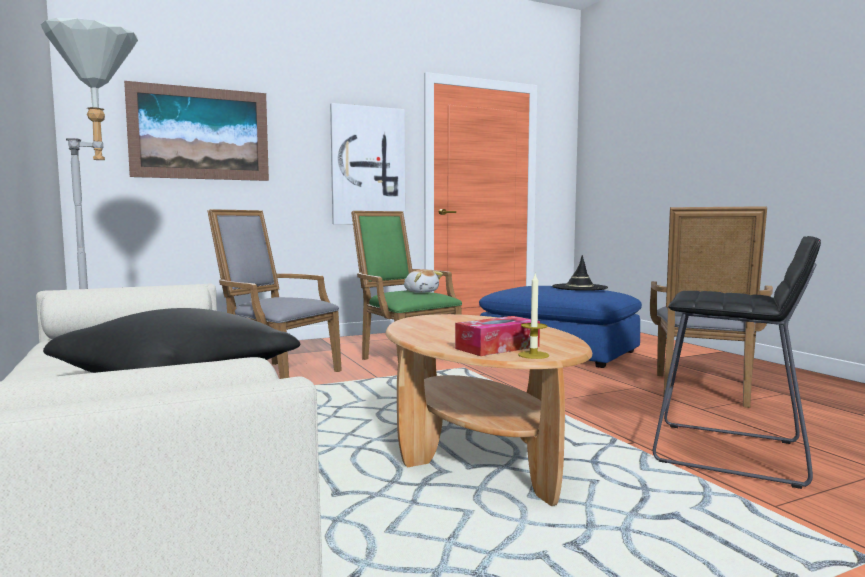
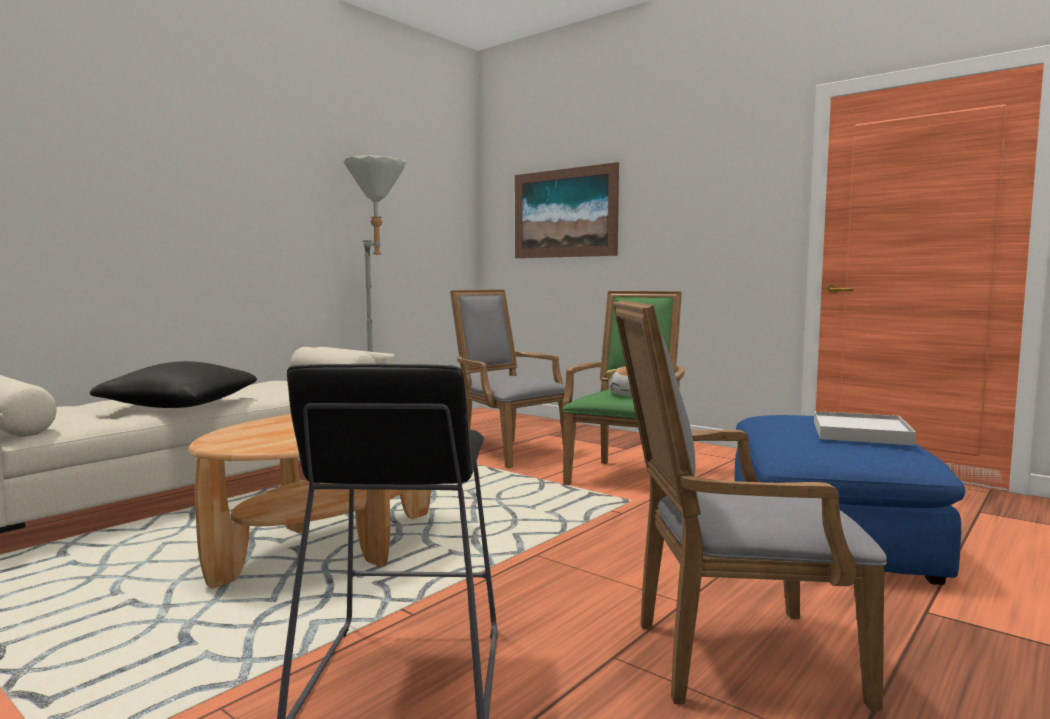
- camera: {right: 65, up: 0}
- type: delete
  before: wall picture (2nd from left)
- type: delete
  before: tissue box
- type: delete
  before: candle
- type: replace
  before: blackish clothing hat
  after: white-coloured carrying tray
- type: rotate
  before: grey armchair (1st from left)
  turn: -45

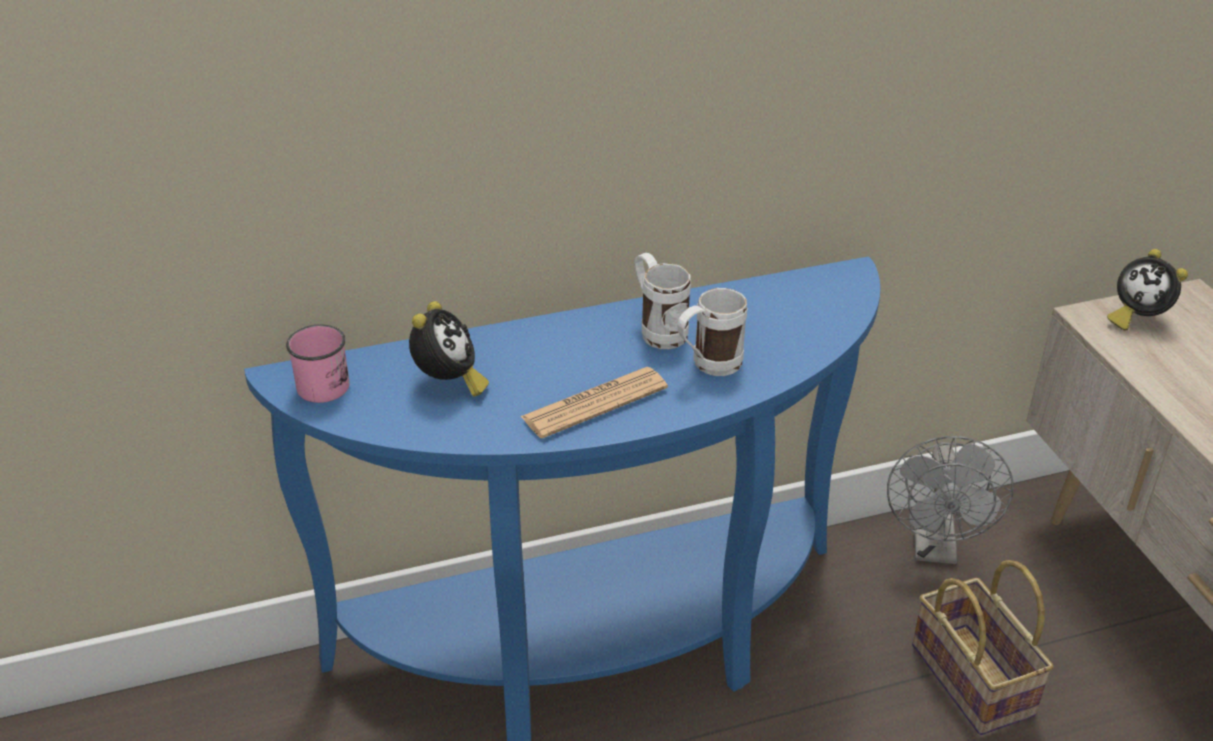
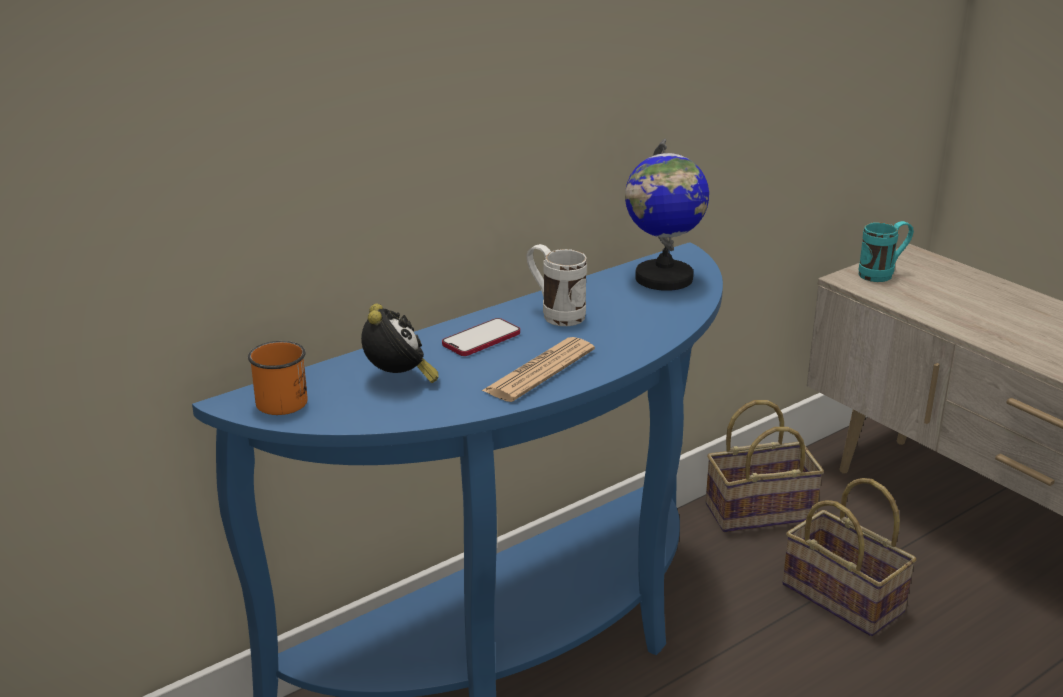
- camera: {right: -20, up: -10}
- type: delete
  before: white-coloured tea mug (2nd from left)
- type: insert
  after: handset
- type: insert
  after: globe
- type: replace
  before: grey fan
  after: basket (1st from left)
- type: replace
  before: table clock (2nd from left)
  after: turquoise-coloured tea mug
- type: recolor
  before: pink-coloured tea mug
  after: orangey tea mug

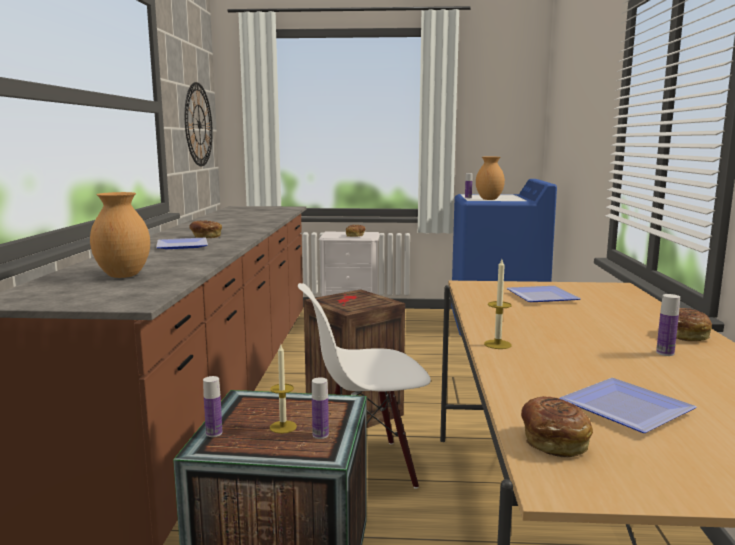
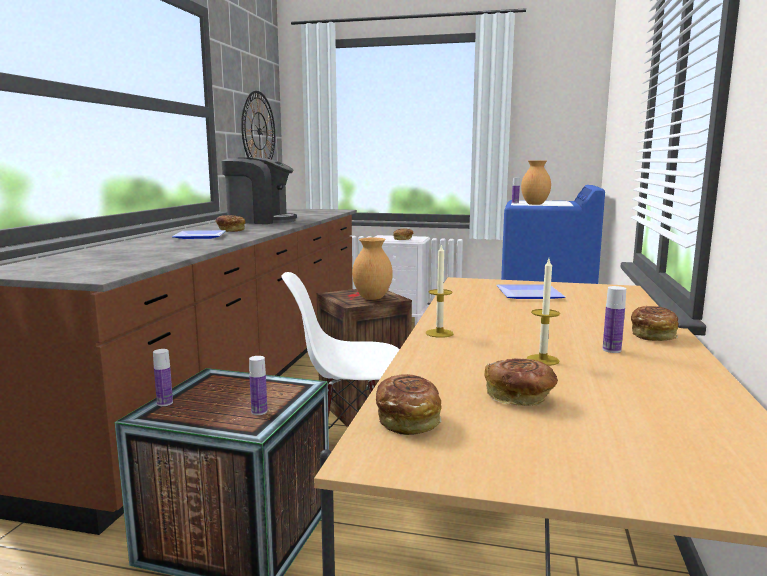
- camera: {right: 10, up: 0}
- type: insert
  after: coffee maker
- type: move
  before: brownish flower vase (1st from left)
- type: move
  before: candle (1st from left in the first image)
  after: candle (2nd from left)
- type: replace
  before: flat dish (3rd from left)
  after: baked bread (4th from left)

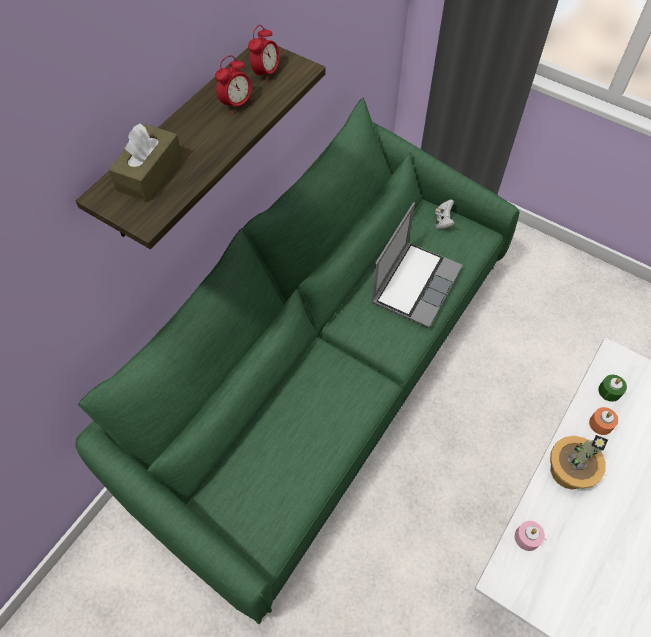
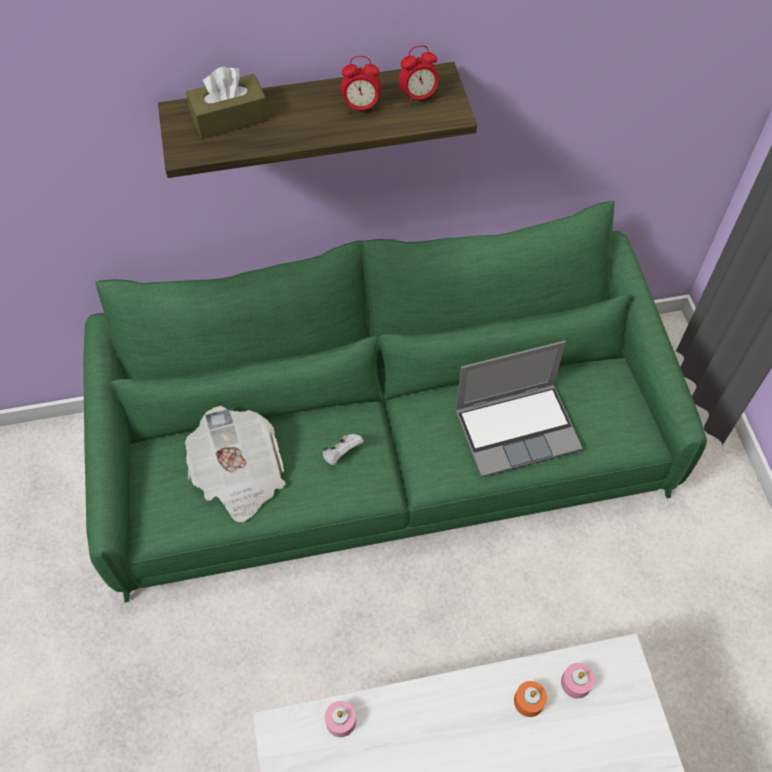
- camera: {right: 45, up: 0}
- type: delete
  before: plant in a pot
- type: insert
  after: newspaper
- type: move
  before: white-coloured game controller
- type: recolor
  before: green-coloured candle
  after: pink-coloured candle (2nd from left)

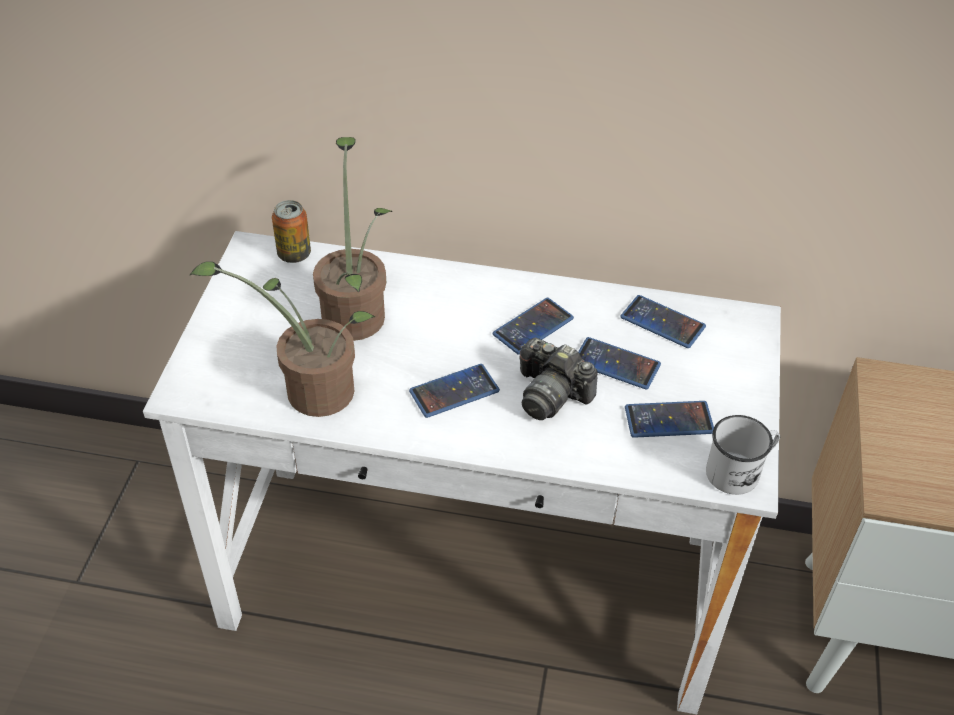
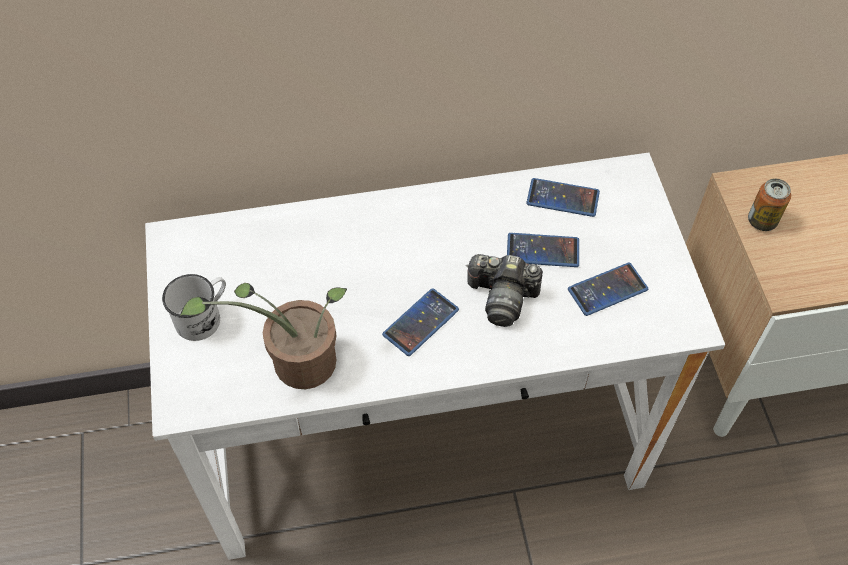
- camera: {right: -20, up: 10}
- type: delete
  before: plant in a pot (2nd from left)
- type: delete
  before: handset (2nd from left)
- type: move
  before: sealed can
- type: move
  before: white-coloured tea mug

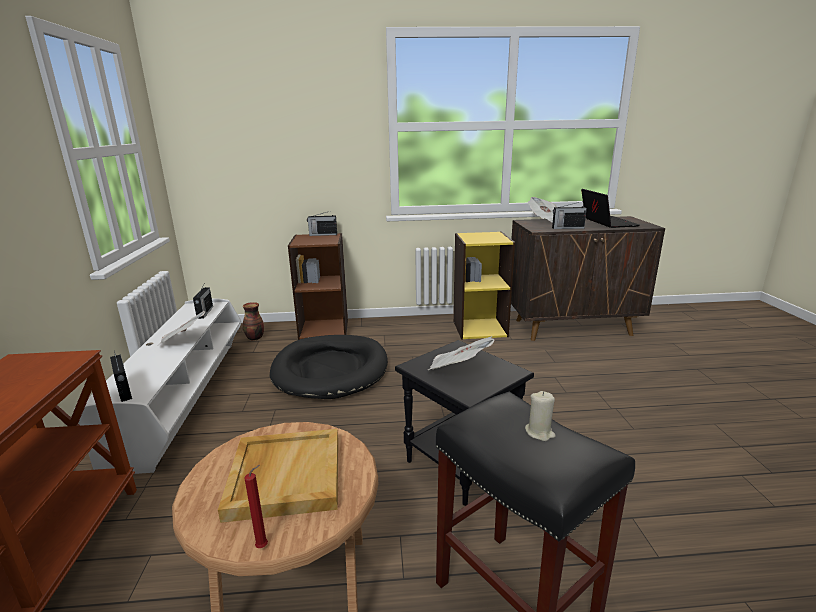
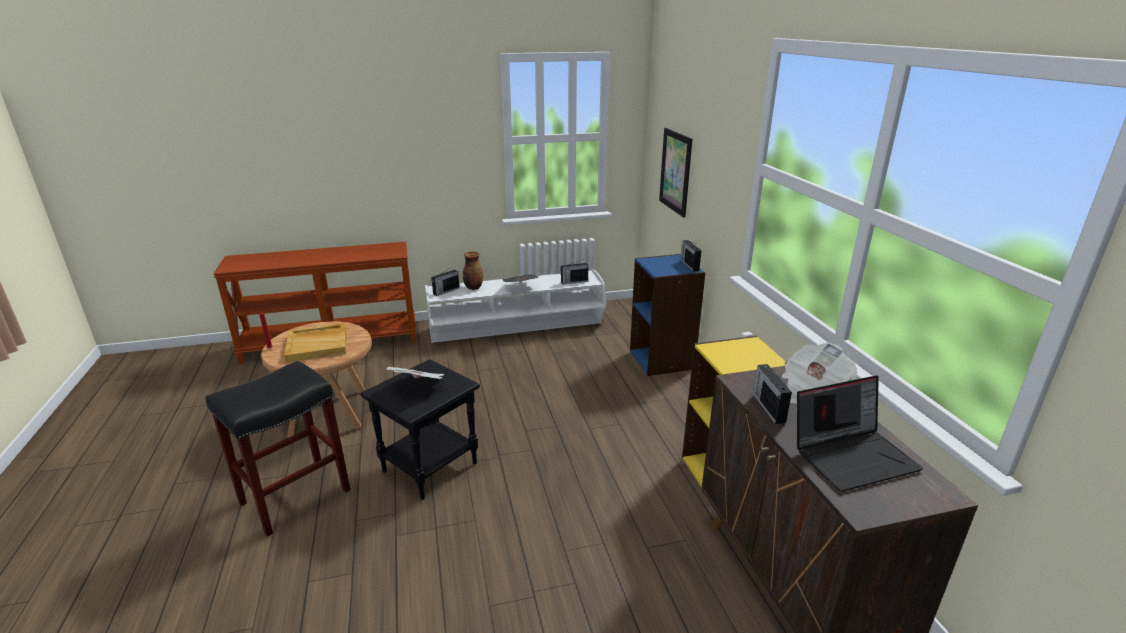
- camera: {right: 80, up: 5}
- type: delete
  before: blackish pet bed
- type: delete
  before: sand-coloured candle
- type: insert
  after: wall picture
- type: move
  before: flower vase
- type: recolor
  before: brownish shelving unit
  after: bluish shelving unit

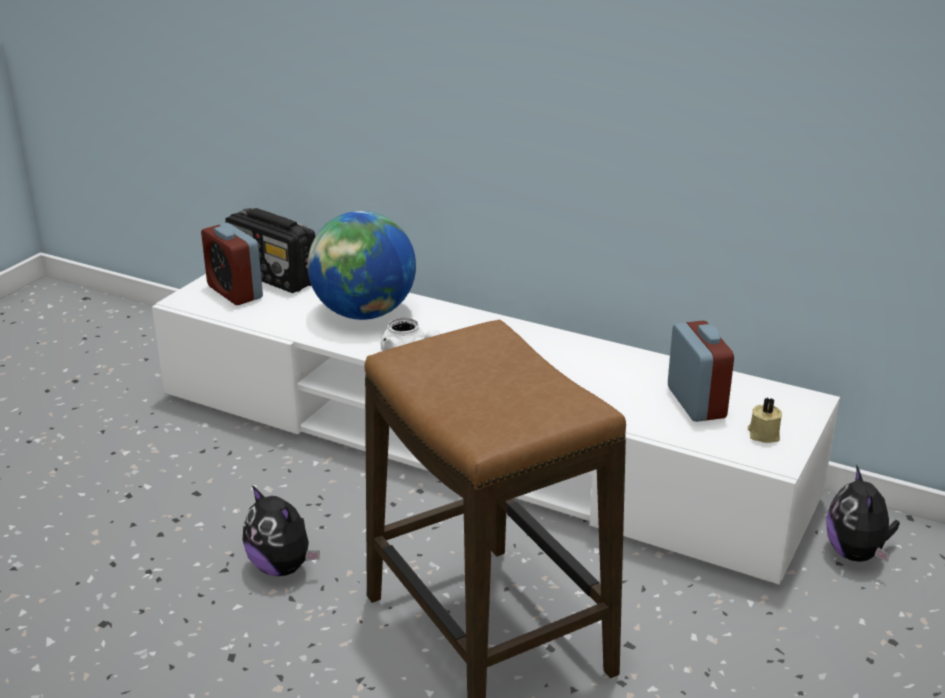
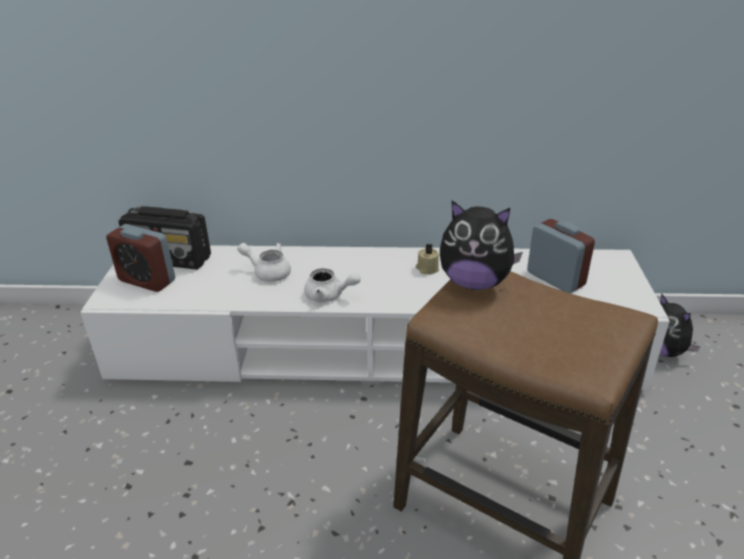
- camera: {right: -25, up: 5}
- type: move
  before: soft toy (1st from left)
- type: move
  before: sand-coloured candle
- type: replace
  before: globe
  after: white-coloured pot for tea (1st from left)

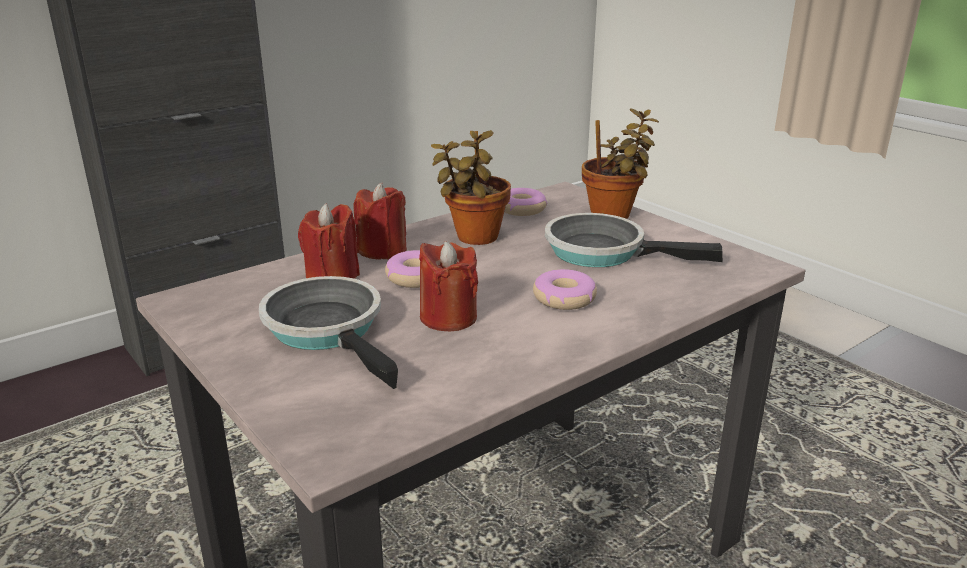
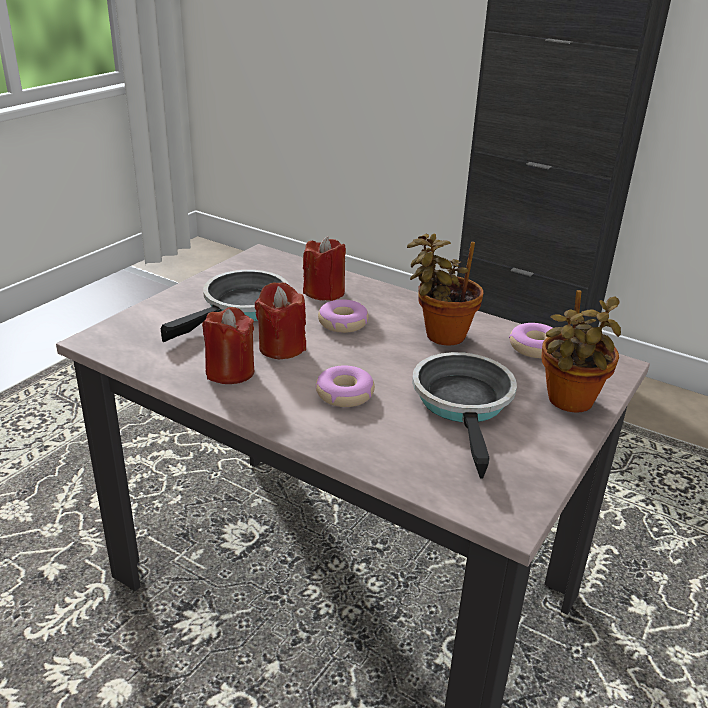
- camera: {right: 70, up: 5}
- type: move
  before: reddish candle (2nd from left in the first image)
  after: reddish candle (1st from left)

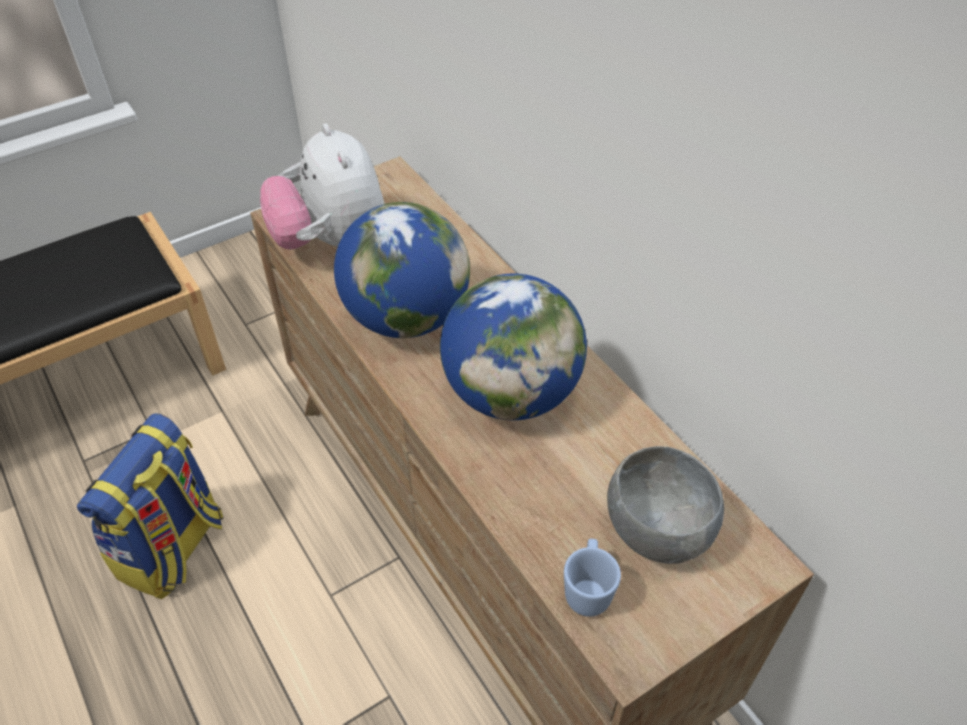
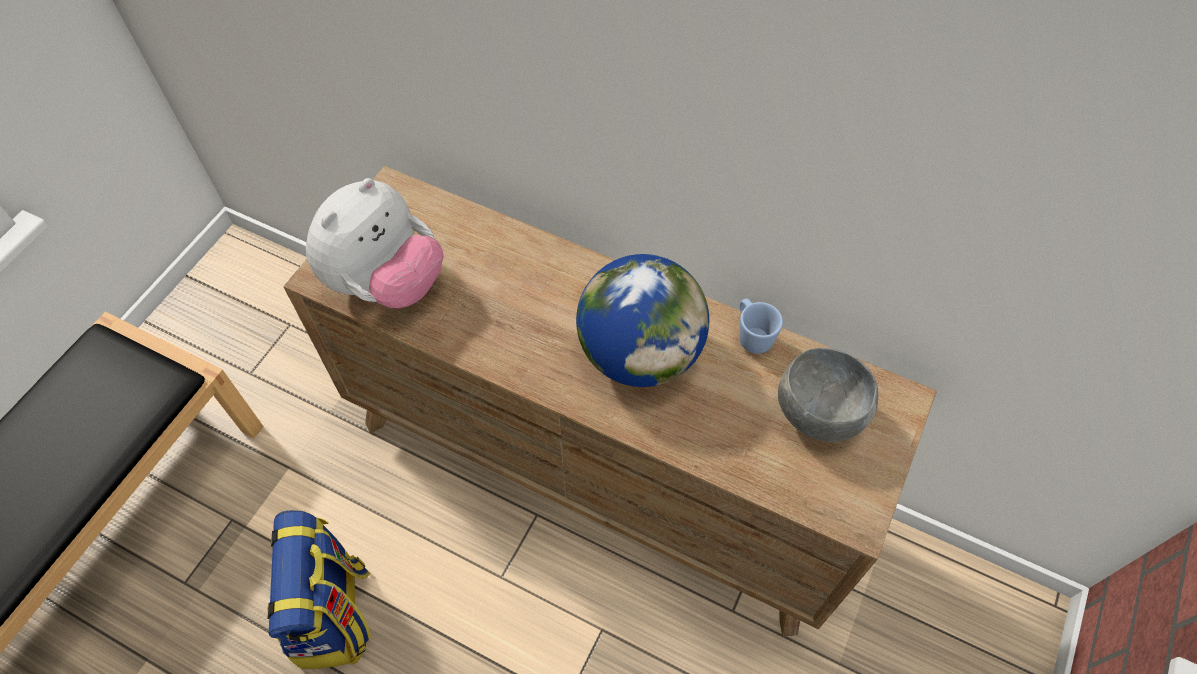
- camera: {right: -30, up: 10}
- type: delete
  before: globe (1st from left)
- type: move
  before: bluish tea mug
- type: rotate
  before: soft toy
  turn: -90

